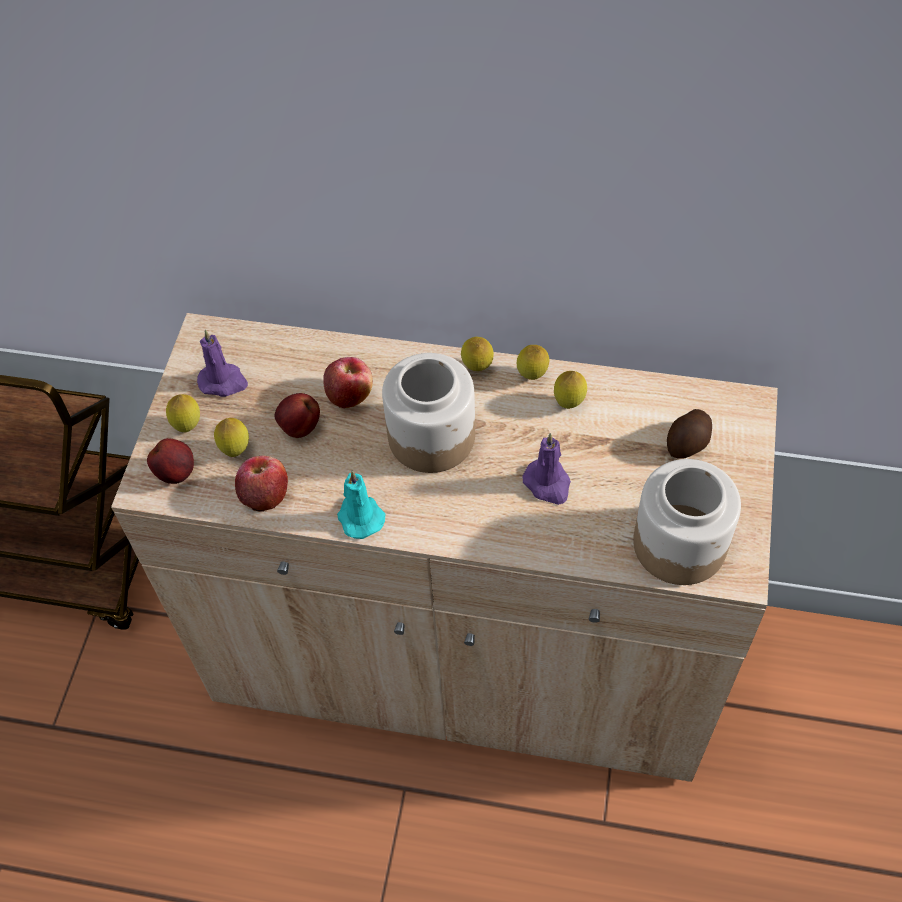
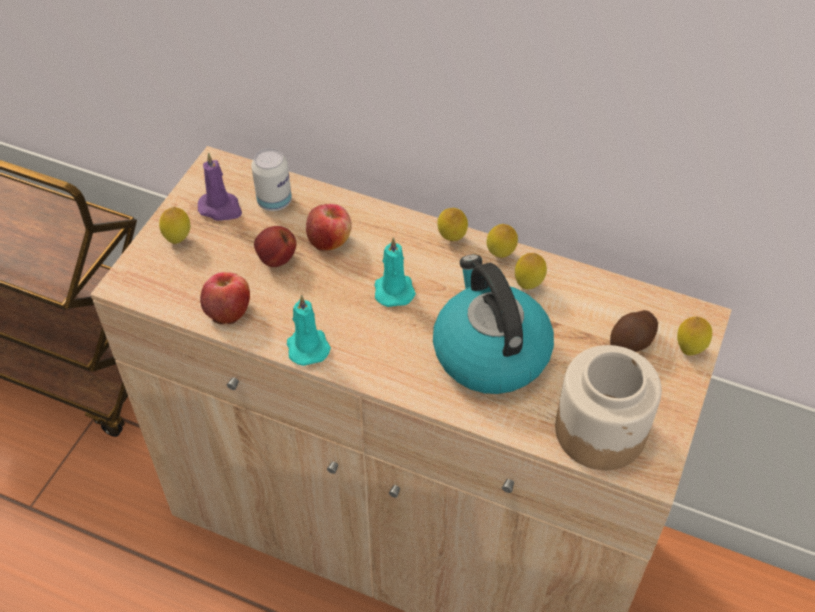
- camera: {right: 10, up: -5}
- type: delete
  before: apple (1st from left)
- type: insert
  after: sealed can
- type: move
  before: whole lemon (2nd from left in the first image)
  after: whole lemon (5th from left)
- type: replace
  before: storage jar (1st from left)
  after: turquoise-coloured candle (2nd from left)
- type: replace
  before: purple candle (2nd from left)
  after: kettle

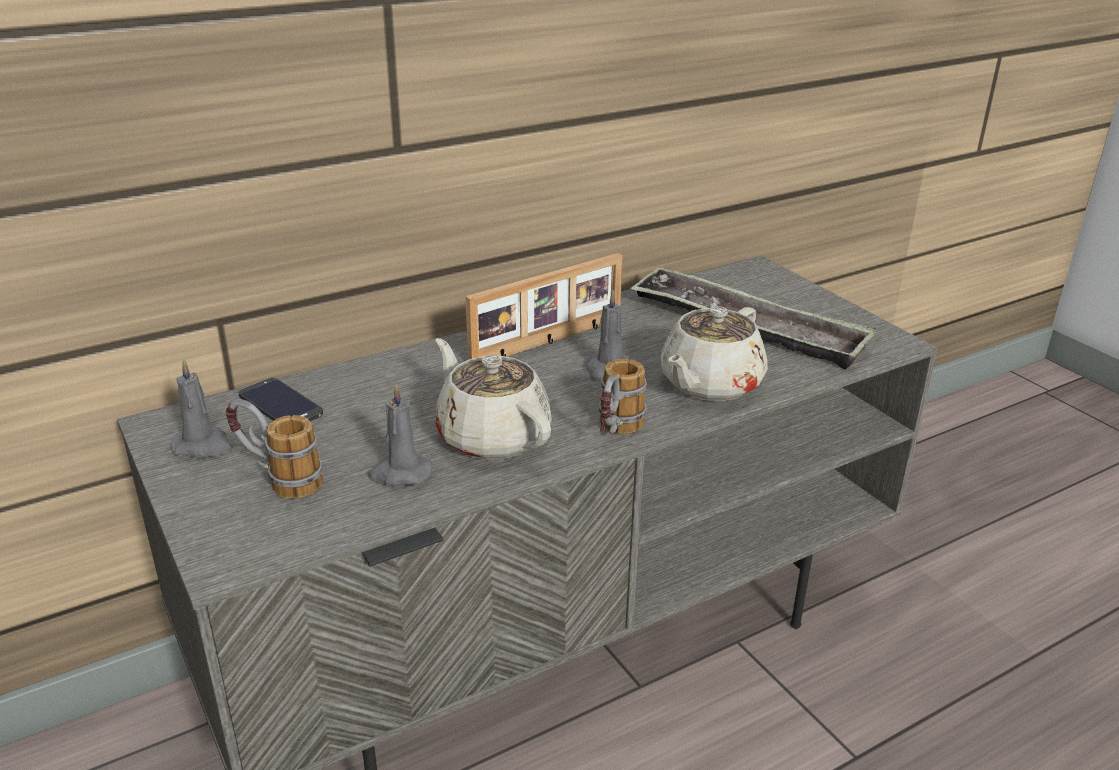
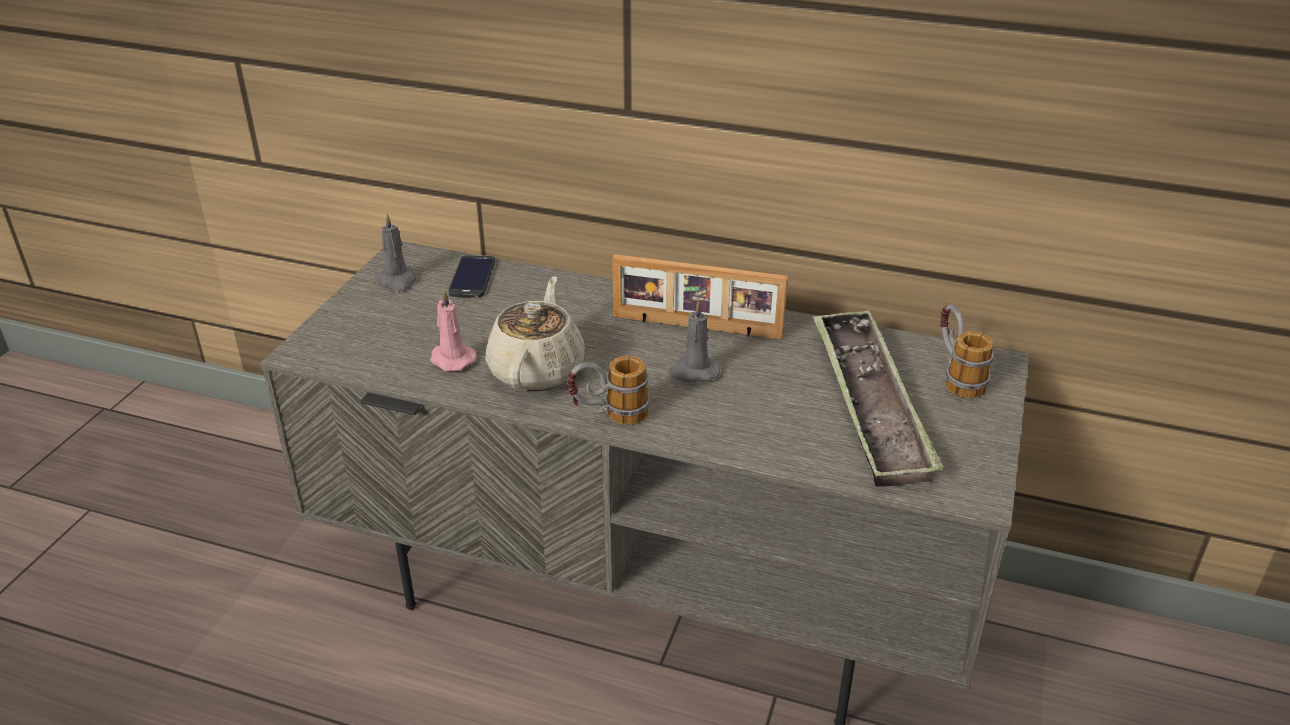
- camera: {right: 50, up: 5}
- type: delete
  before: sand-coloured pot for tea (2nd from left)
- type: move
  before: tea mug (1st from left in the first image)
  after: tea mug (2nd from left)
- type: recolor
  before: grey candle (2nd from left)
  after: pink-coloured candle

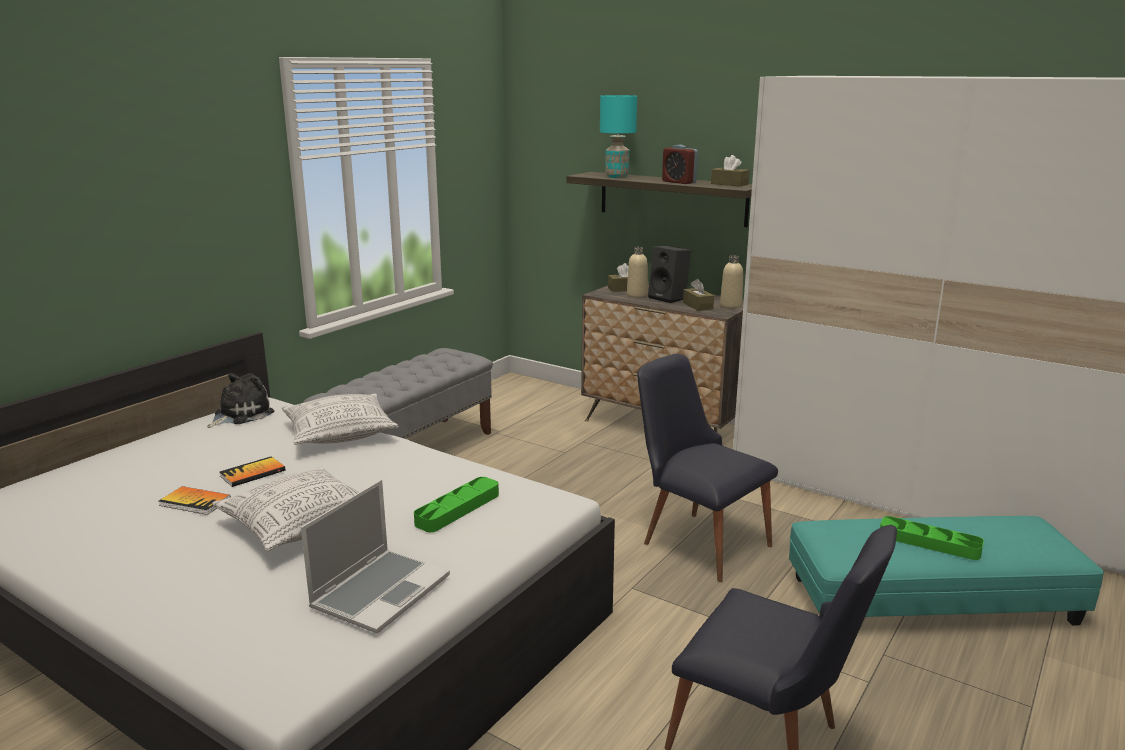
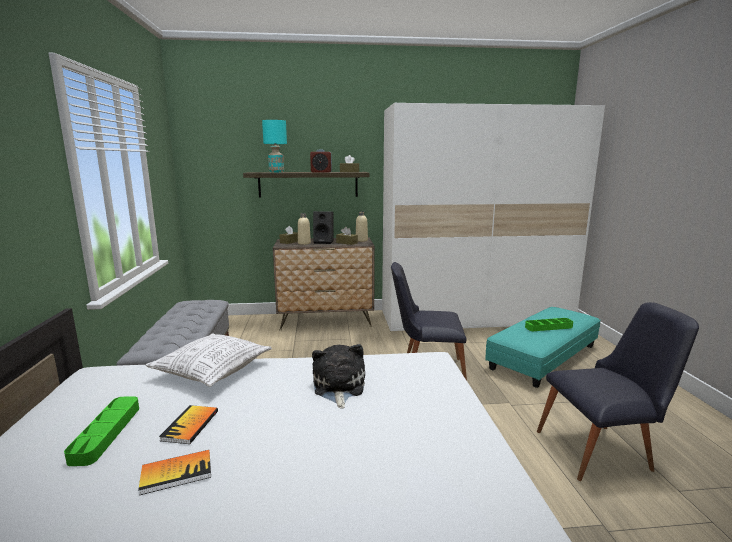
- camera: {right: -40, up: -5}
- type: delete
  before: cushion (1st from left)
- type: delete
  before: laptop
- type: move
  before: soft toy
- type: move
  before: green-coloured carrying tray (1st from left)

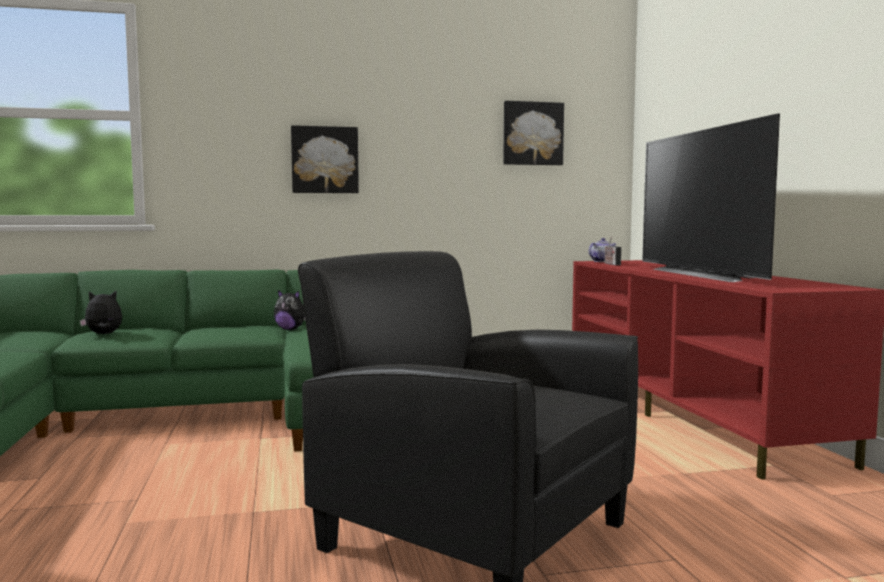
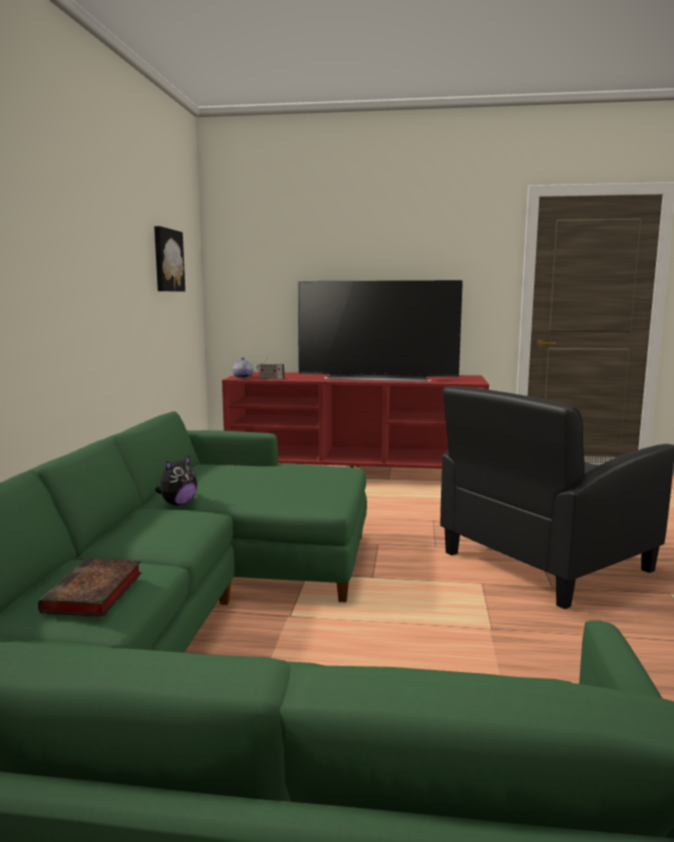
- camera: {right: -70, up: 5}
- type: delete
  before: wall picture (1st from left)
- type: replace
  before: soft toy (1st from left)
  after: book

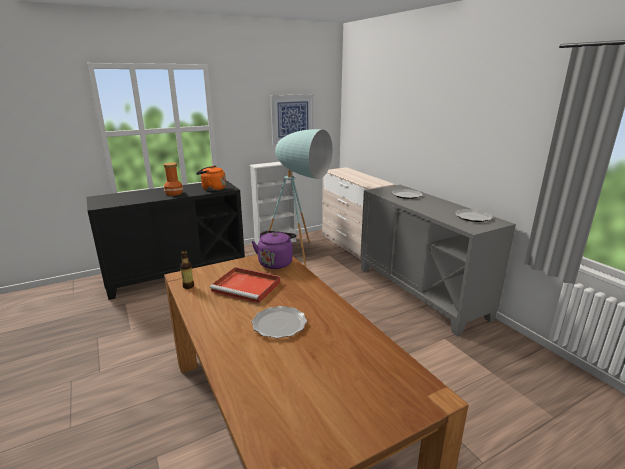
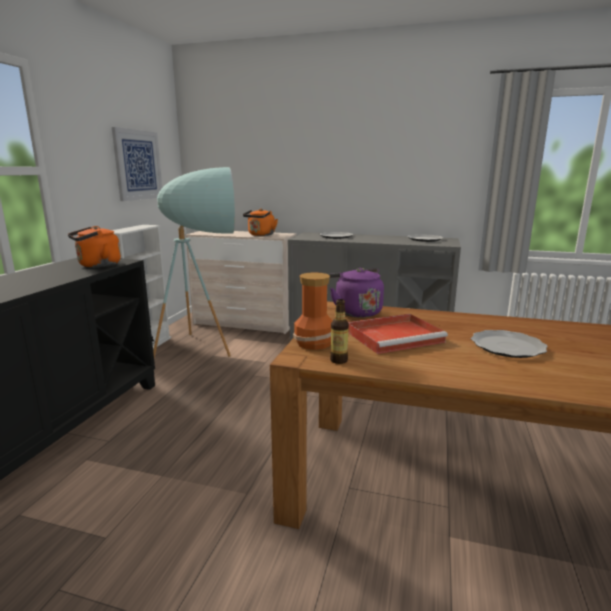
- camera: {right: -45, up: -5}
- type: insert
  after: orangey kettle (2nd from left)
- type: move
  before: flower vase

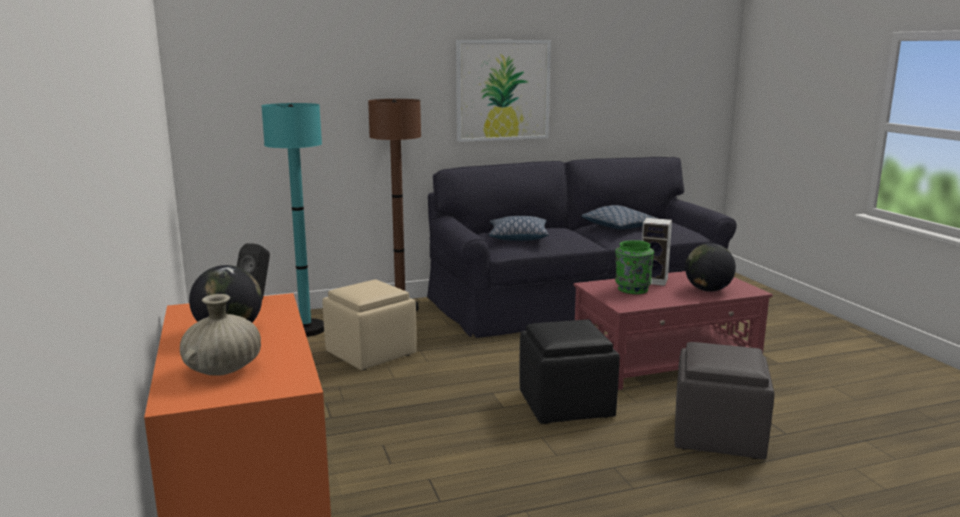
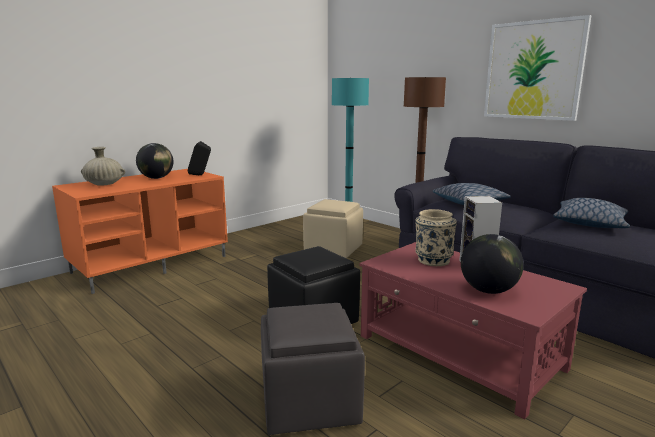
- camera: {right: 65, up: 0}
- type: recolor
  before: green-coloured flower vase
  after: sand-coloured flower vase (2nd from left)

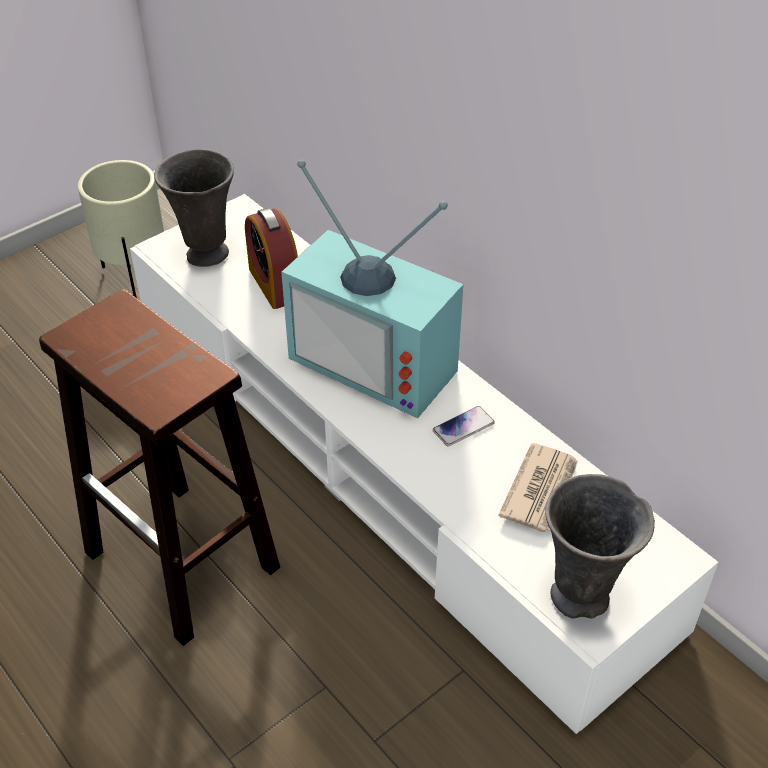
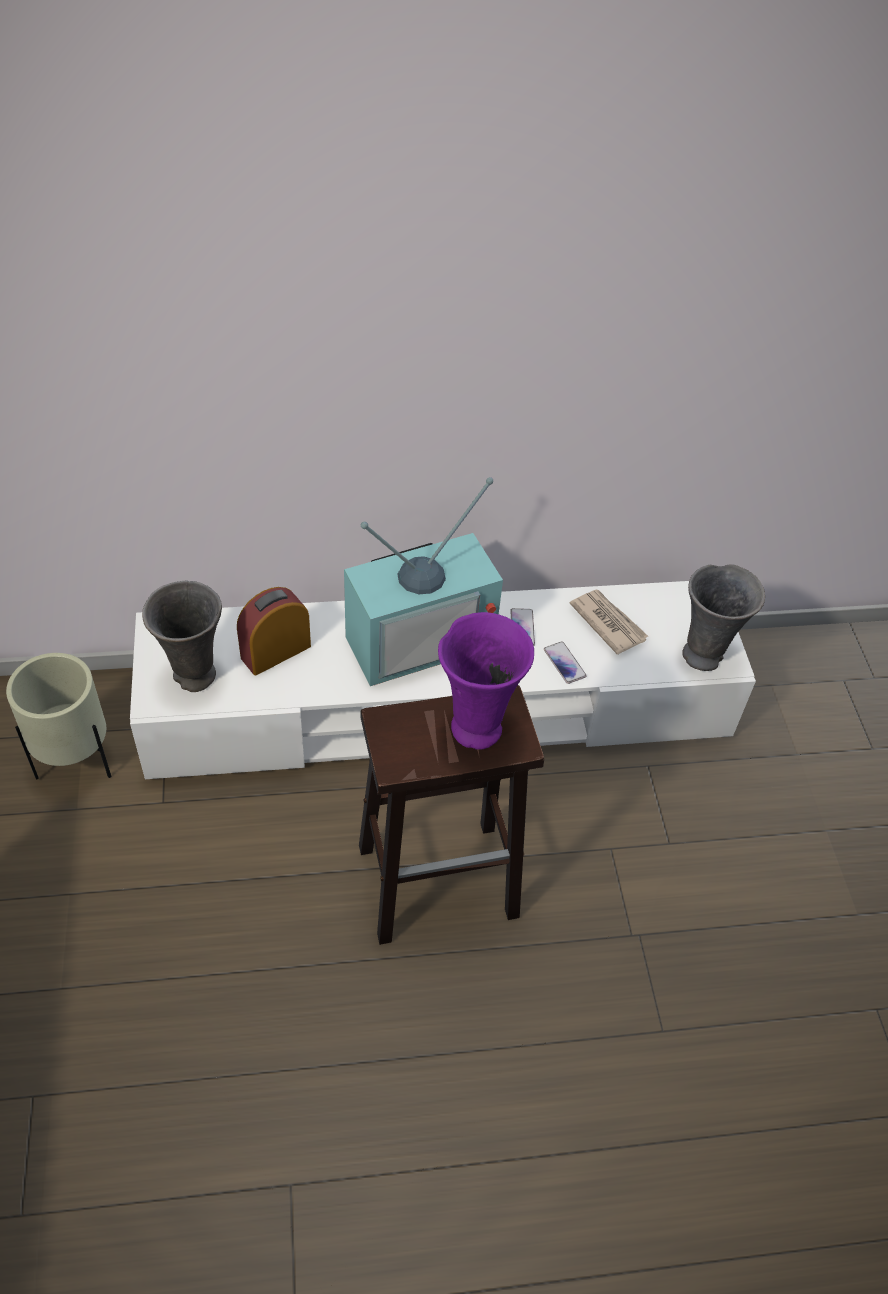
- camera: {right: -60, up: 5}
- type: insert
  after: purple flower vase
- type: insert
  after: handset (2nd from left)
- type: rotate
  before: table clock
  turn: 135

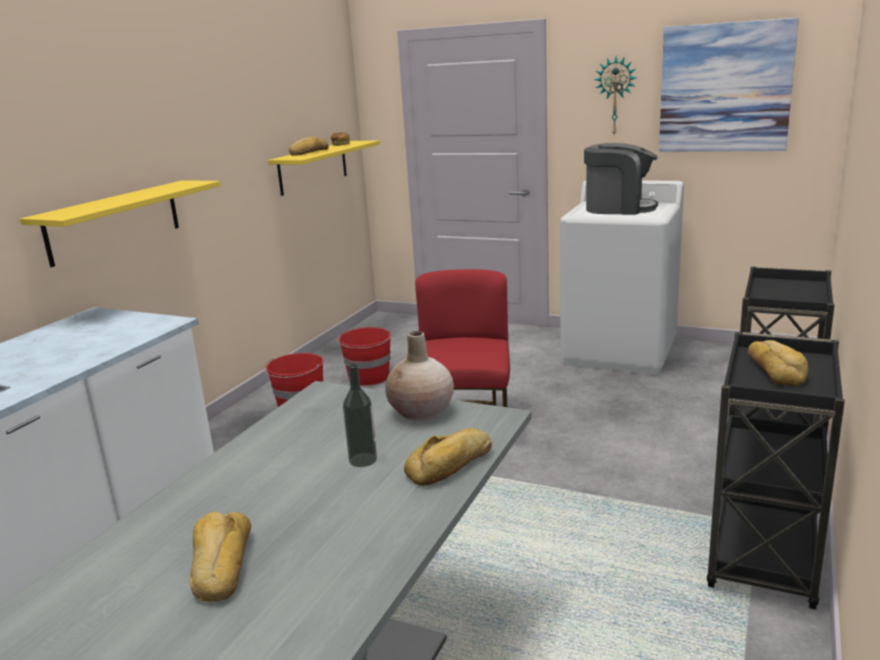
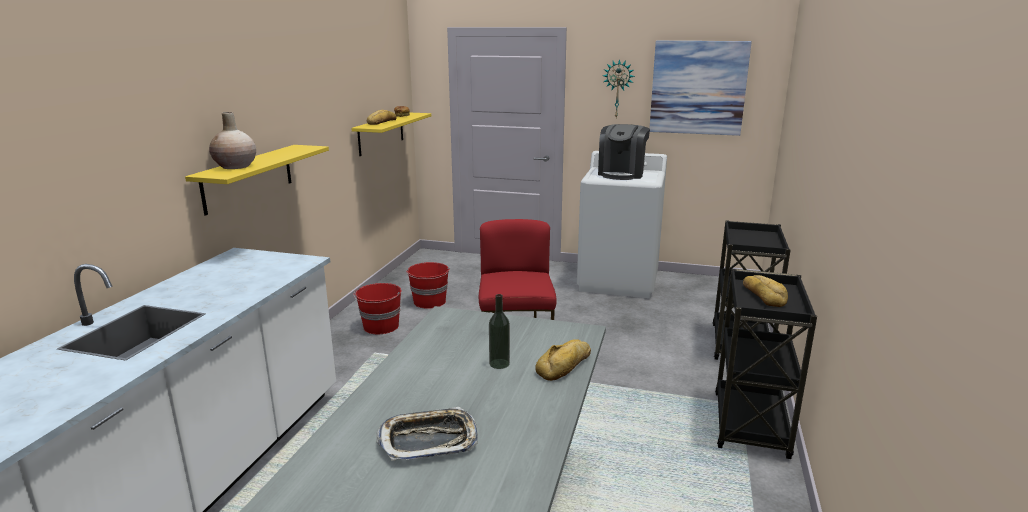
- camera: {right: -10, up: 0}
- type: move
  before: sand-coloured flower vase
- type: replace
  before: baked bread (1st from left)
  after: carrying tray
- type: rotate
  before: coffee maker
  turn: 105

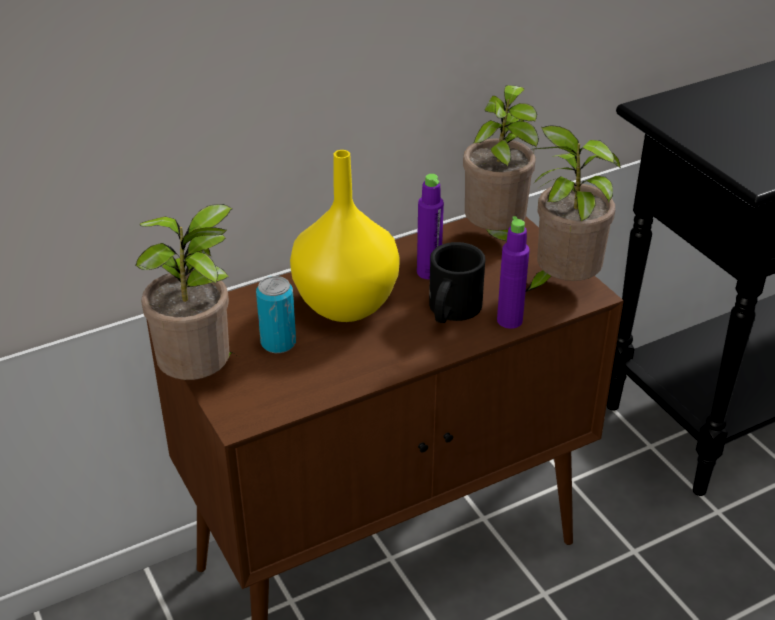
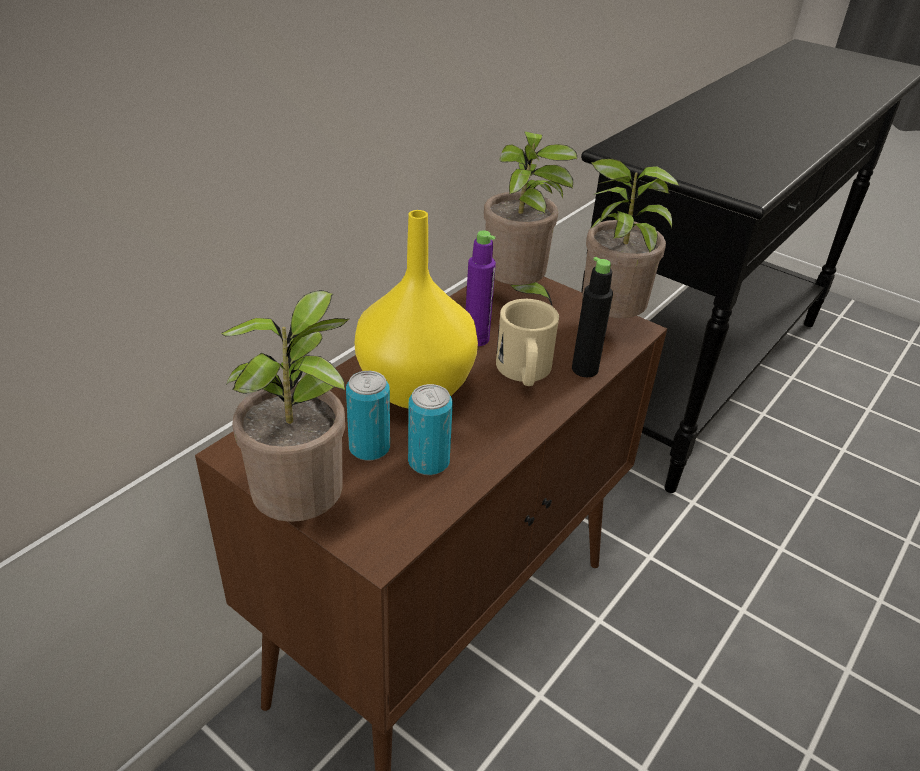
- camera: {right: -25, up: 0}
- type: insert
  after: sealed can (2nd from left)
- type: recolor
  before: blackish tea mug
  after: sand-coloured tea mug
- type: recolor
  before: purple beverage bottle (2nd from left)
  after: blackish beverage bottle

